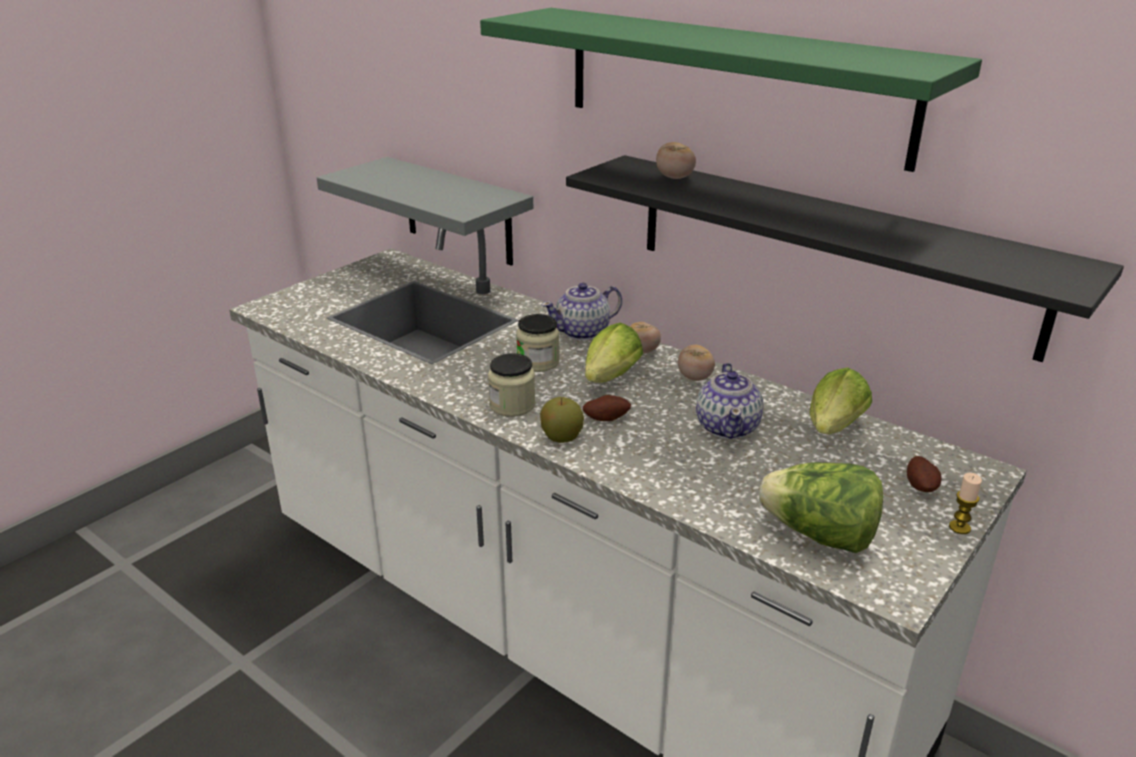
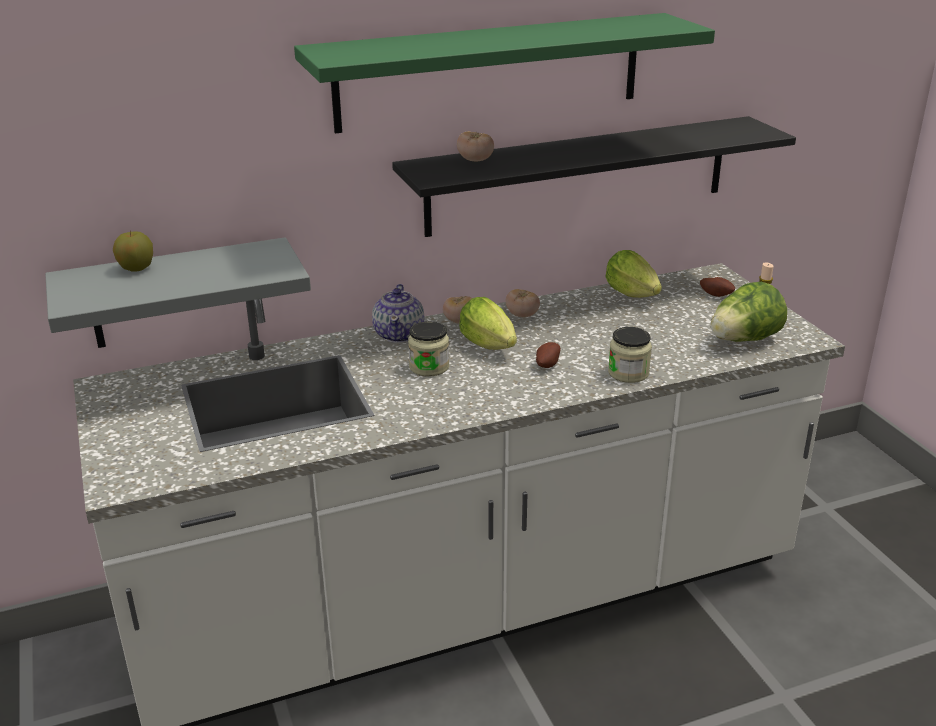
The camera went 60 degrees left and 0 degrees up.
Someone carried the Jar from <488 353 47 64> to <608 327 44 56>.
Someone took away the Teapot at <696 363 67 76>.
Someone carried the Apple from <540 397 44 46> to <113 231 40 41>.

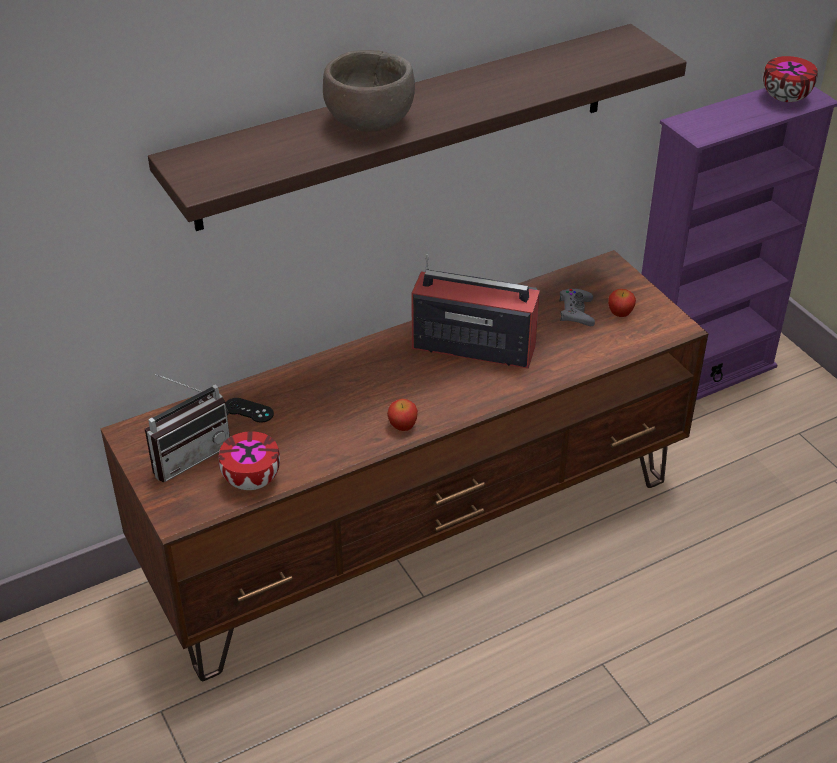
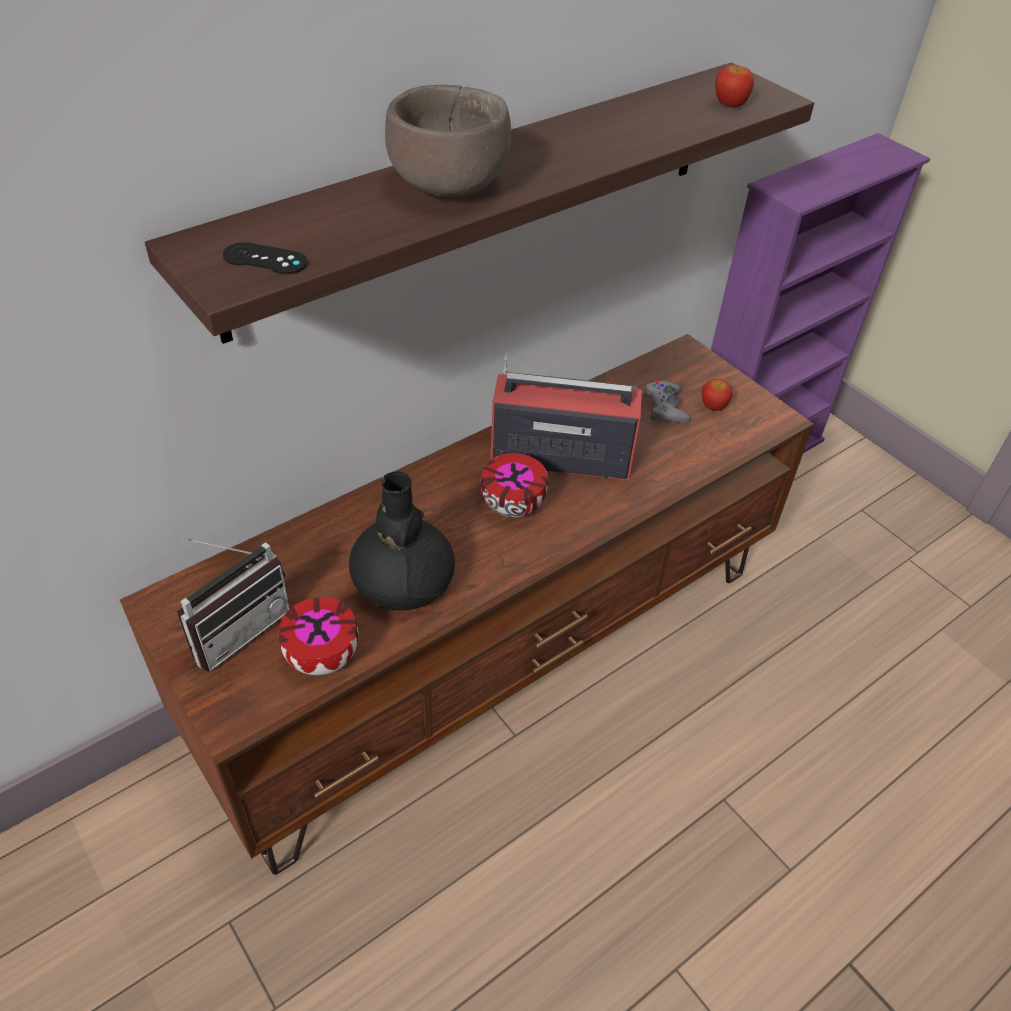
The camera went 10 degrees left and 5 degrees up.
Someone carried the Bowl from <763 56 55 46> to <480 453 68 64>.
Someone carried the BlackGameController from <226 398 48 25> to <223 242 85 32>.
Someone carried the Apple from <387 399 31 32> to <715 65 39 42>.
Someone put down the BlackVase at <349 472 106 139>.

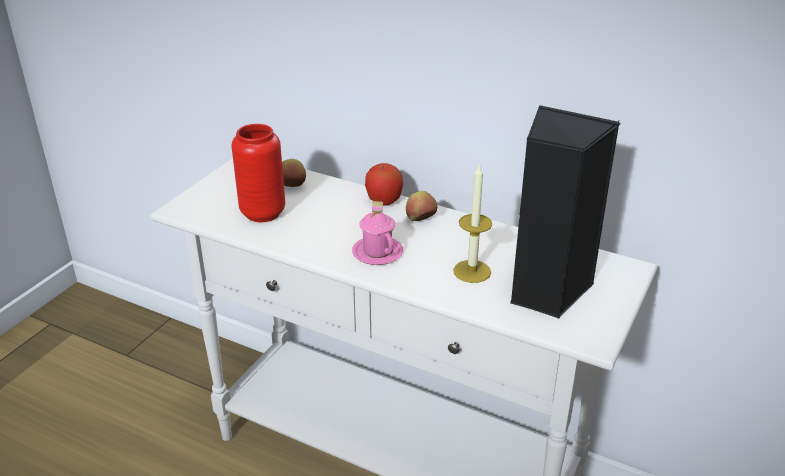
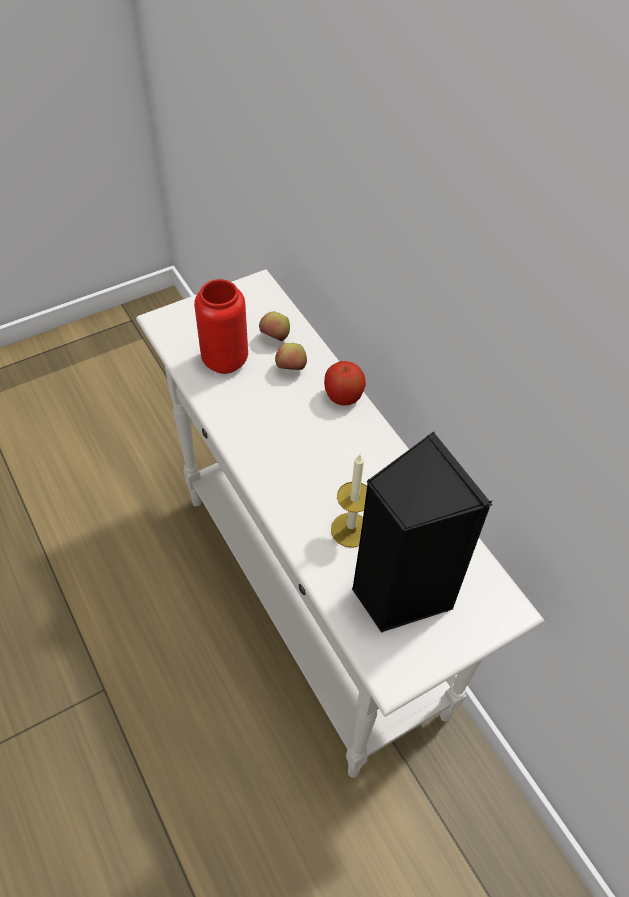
The camera went 30 degrees right and 20 degrees up.
Someone carried the Apple from <406 191 31 30> to <275 343 32 27>.
Someone took away the PinkMug at <352 201 51 64>.

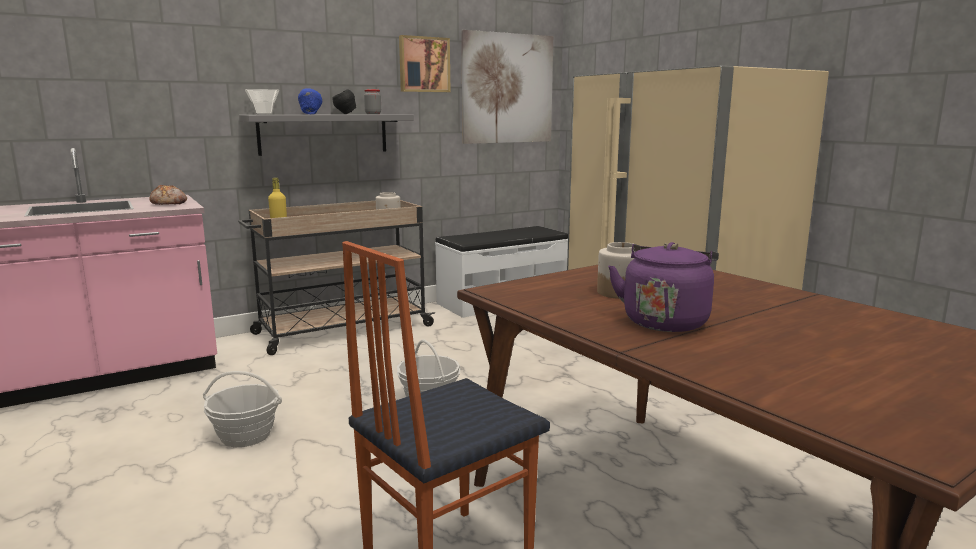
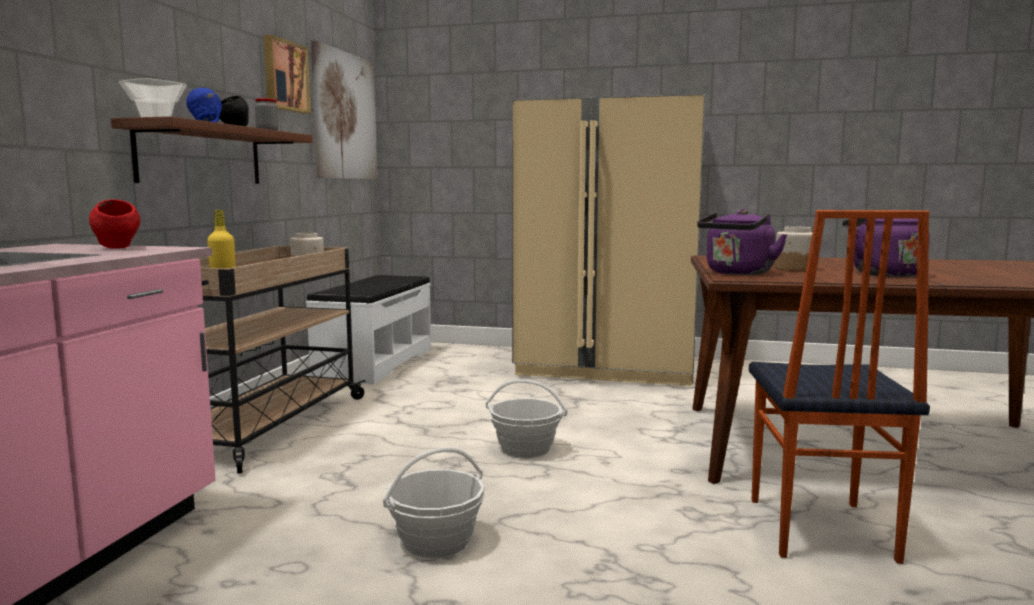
The camera went 45 degrees left and 5 degrees down.
Someone repainted the GreyShelf at <239 114 175 42>, which became the BrownShelf at <111 116 202 68>.
Someone swapped the Bread at <149 185 38 20> for the RedBowl at <89 199 51 50>.
Someone put down the PurpleKettle at <697 209 90 66>.

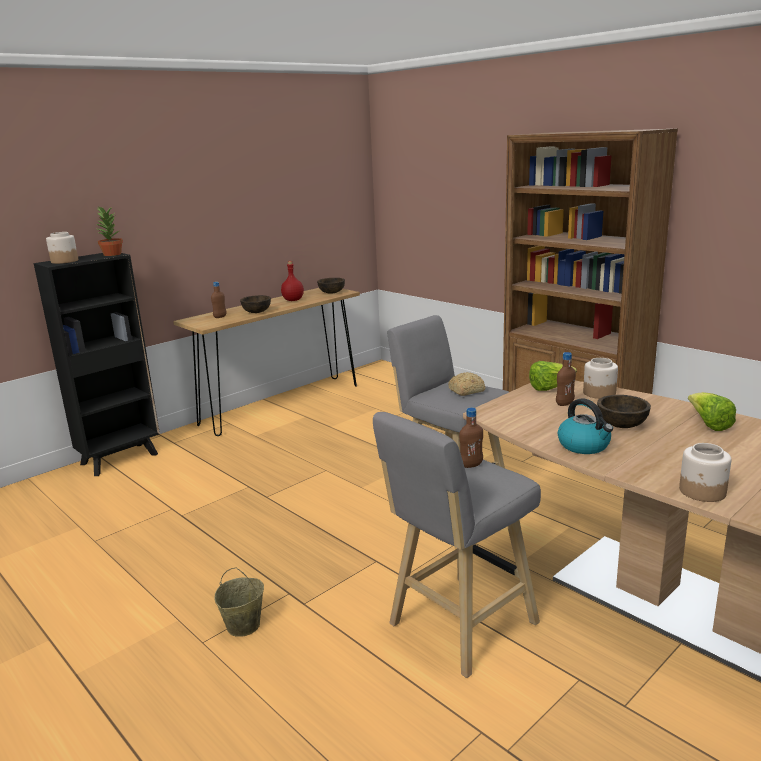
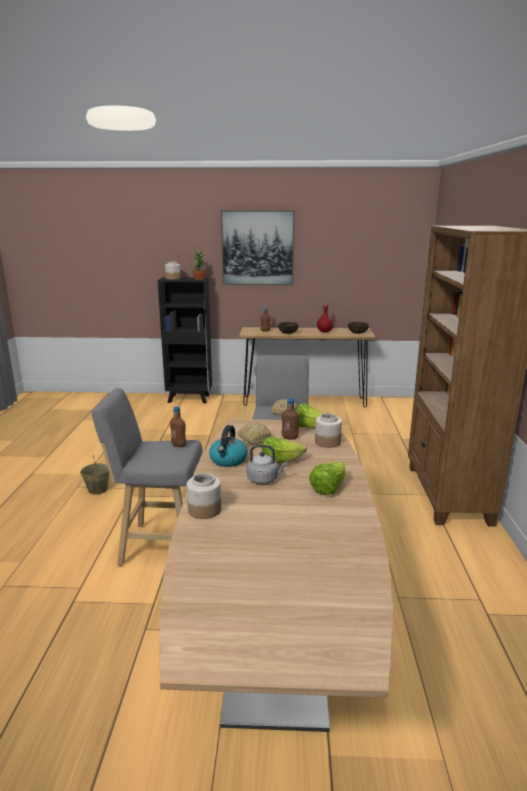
The camera went 45 degrees right and 0 degrees up.
Someone swapped the BrownBowl at <597 395 54 33> for the Lettuce at <262 437 45 27>.
Someone put up the Picture at <221 210 74 75>.
Someone put down the Bread at <238 423 33 21>.
Someone put down the GreyKettle at <247 445 41 39>.

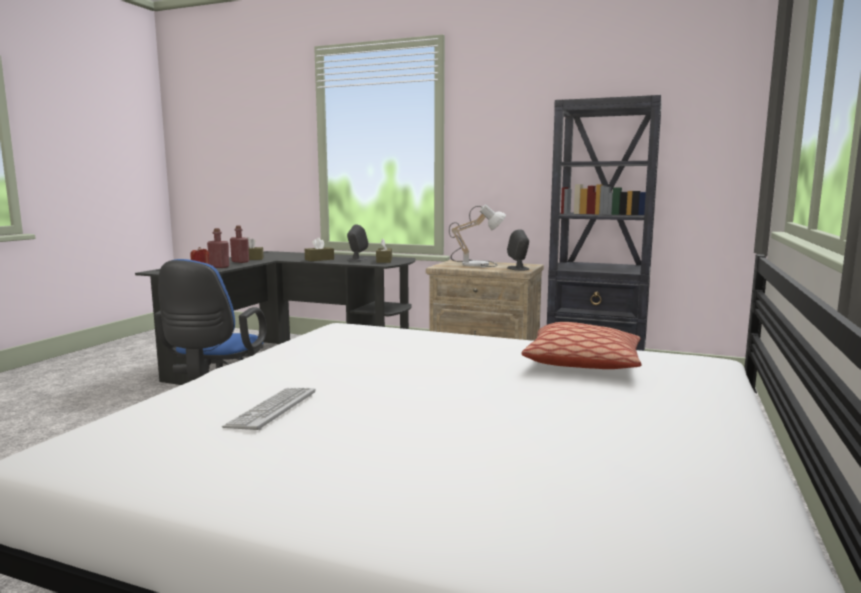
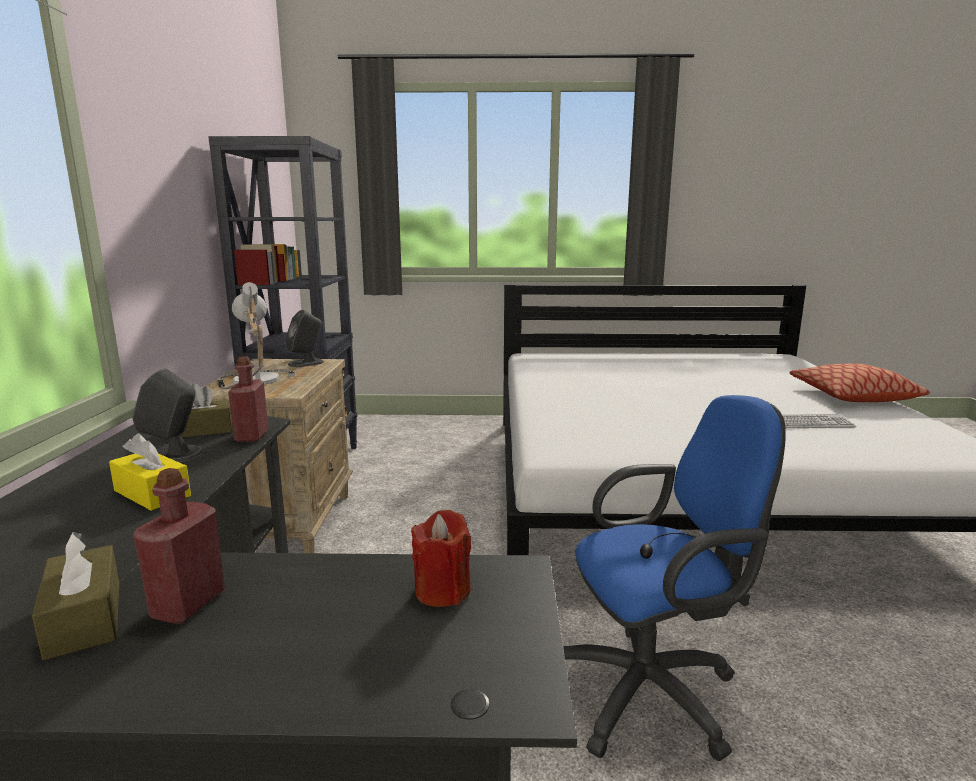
The camera went 110 degrees left and 5 degrees up.
Someone carried the RedBottle from <207 228 22 40> to <228 357 40 85>.
Someone repainted the BrownTissueBox at <305 237 29 24>, which became the YellowTissueBox at <109 433 82 78>.
Someone carried the Pillow from <521 322 120 47> to <789 363 141 39>.

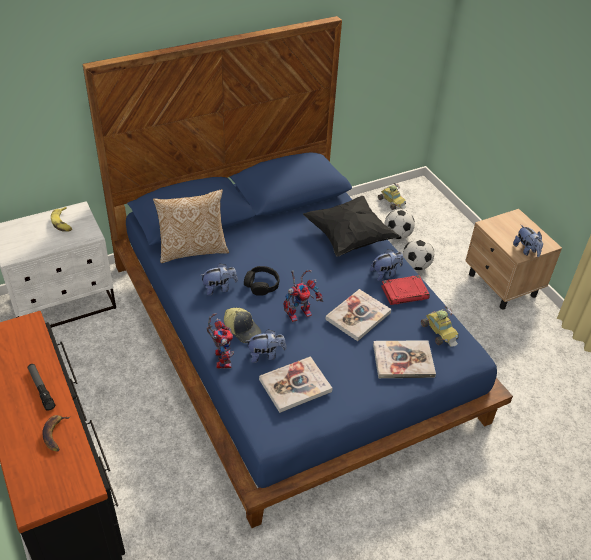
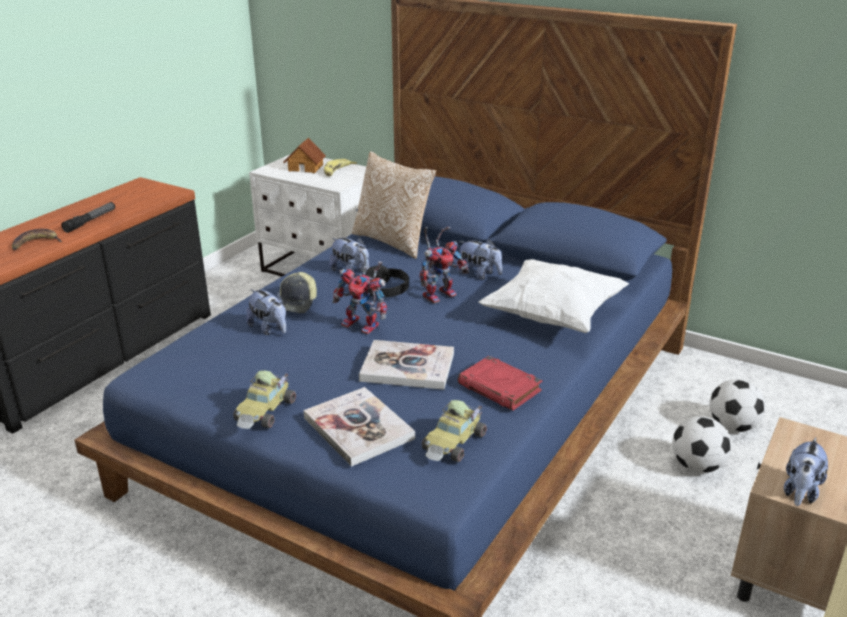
The camera went 60 degrees right and 15 degrees down.
Someone carried the ToyCar from <378 183 28 27> to <233 371 63 58>.
Someone repainted the BlackPillow at <303 196 97 61>, which became the WhitePillow at <478 259 151 74>.
Someone carried the PlushToy from <370 249 33 32> to <458 239 44 41>.
Someone carried the ToyRobot from <207 313 27 56> to <420 227 49 77>.
Someone took away the Book at <259 356 73 57>.
Someone put down the ToyHouse at <284 137 42 36>.

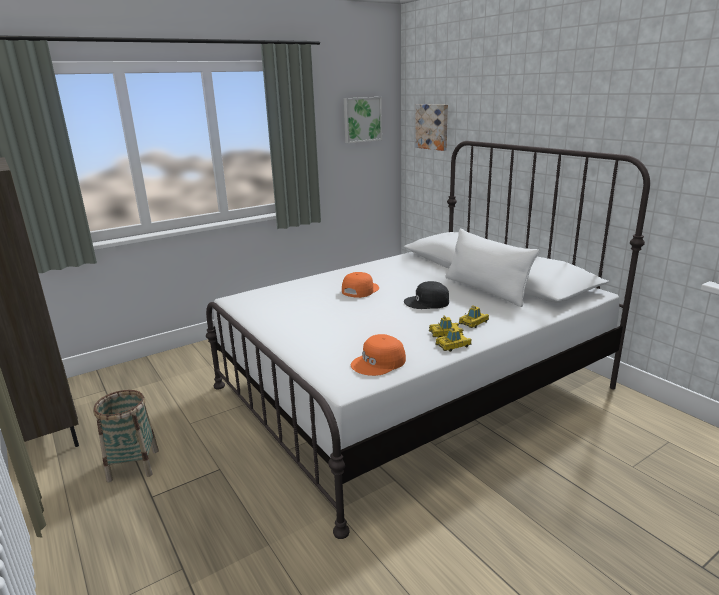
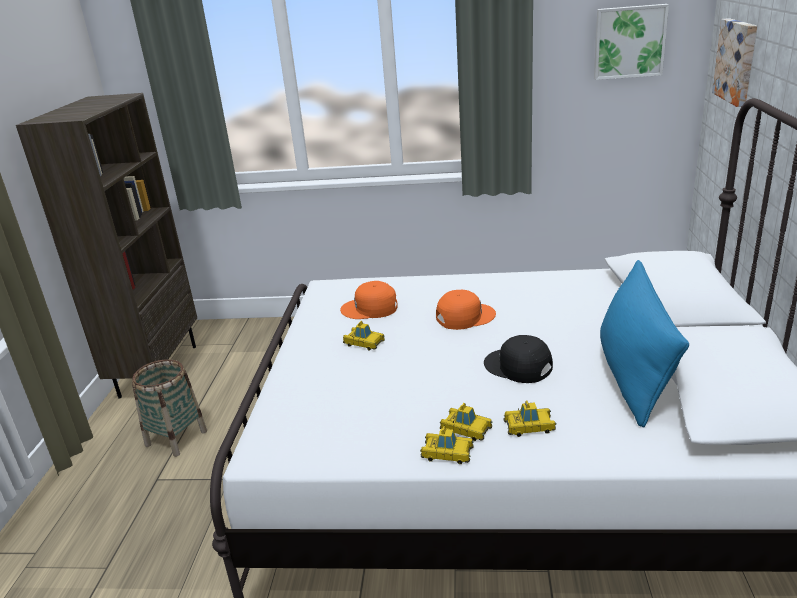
The camera went 40 degrees right and 5 degrees up.
Someone repainted the WhitePillow at <445 228 95 79>, which became the BluePillow at <600 260 89 167>.
Someone carried the OrangeCap from <351 334 55 42> to <340 281 58 38>.
Someone put down the ToyCar at <343 321 42 30>.

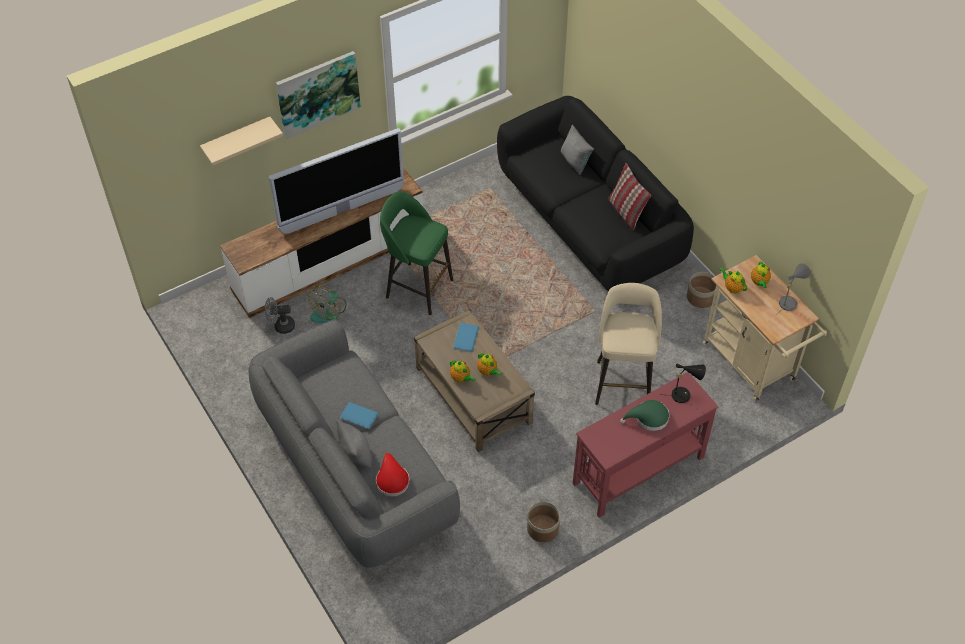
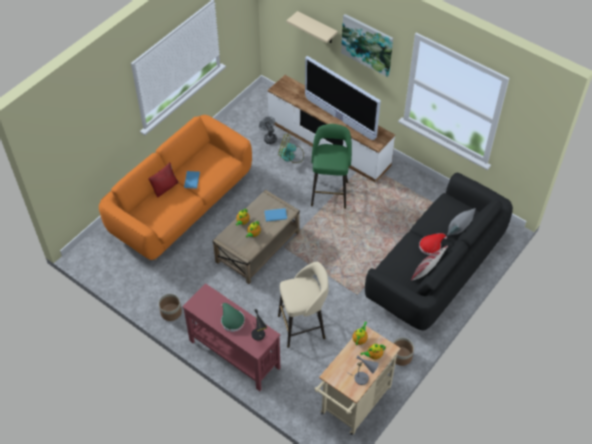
The camera went 70 degrees right and 0 degrees up.
Someone repainted the GreySofa at <248 320 212 248>, which became the OrangeSofa at <99 115 153 145>.
Someone repainted the GreyPillow at <336 420 36 48>, which became the RedPillow at <148 162 31 36>.
Someone carried the RedHat from <376 453 34 44> to <419 233 28 22>.

